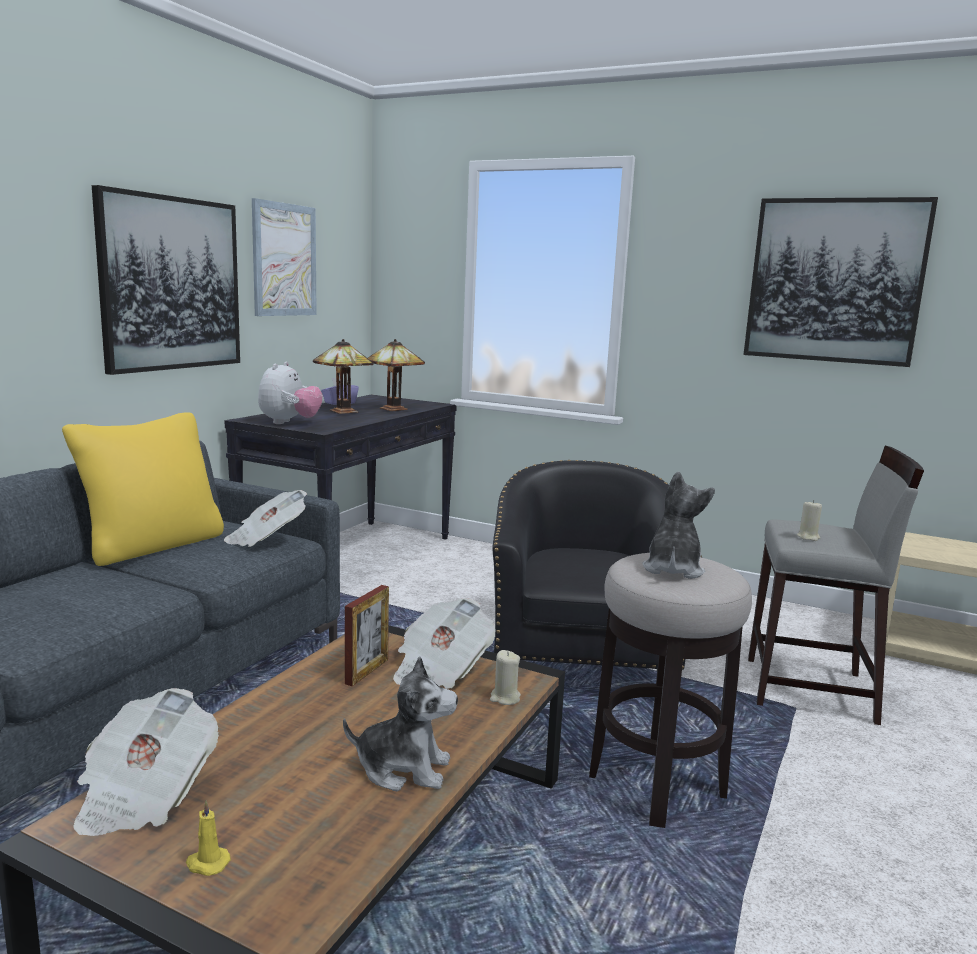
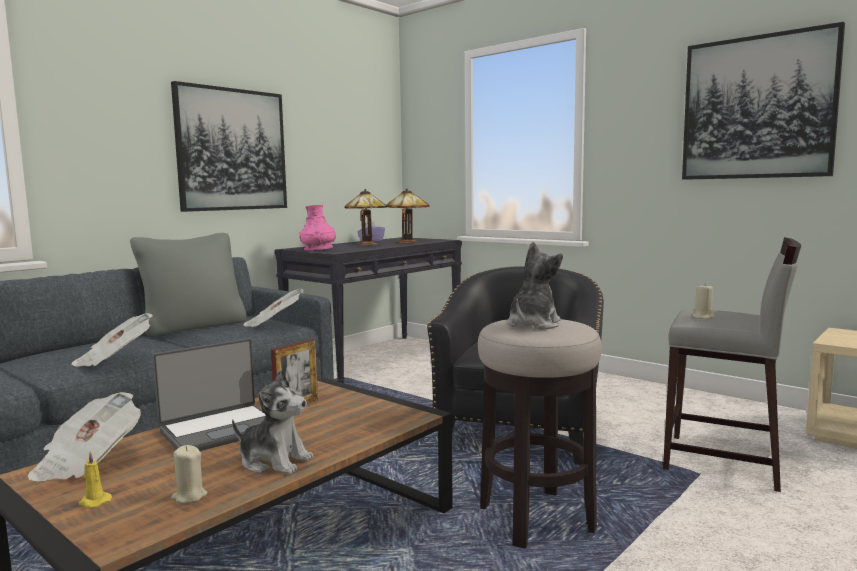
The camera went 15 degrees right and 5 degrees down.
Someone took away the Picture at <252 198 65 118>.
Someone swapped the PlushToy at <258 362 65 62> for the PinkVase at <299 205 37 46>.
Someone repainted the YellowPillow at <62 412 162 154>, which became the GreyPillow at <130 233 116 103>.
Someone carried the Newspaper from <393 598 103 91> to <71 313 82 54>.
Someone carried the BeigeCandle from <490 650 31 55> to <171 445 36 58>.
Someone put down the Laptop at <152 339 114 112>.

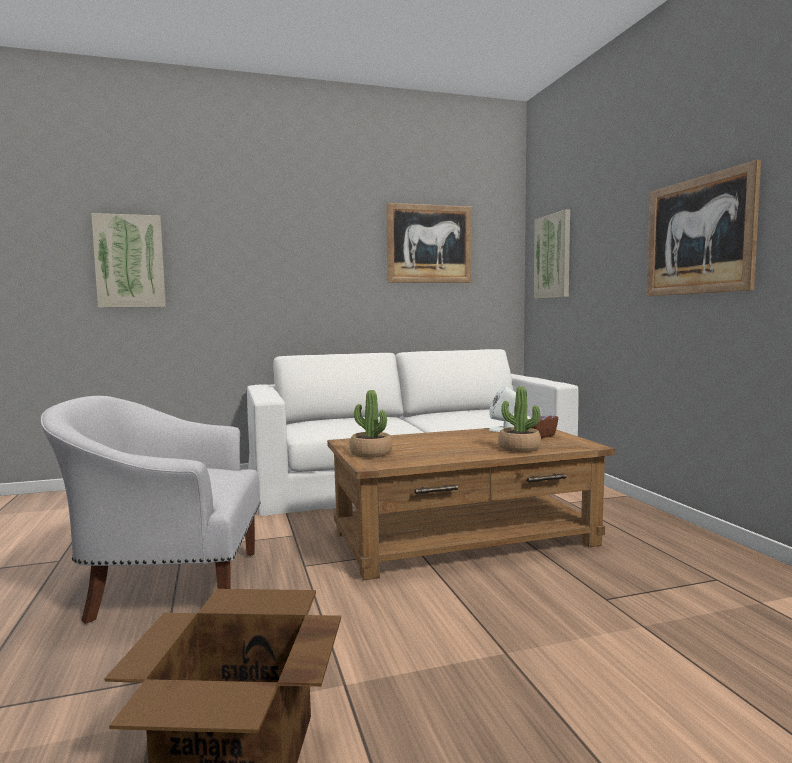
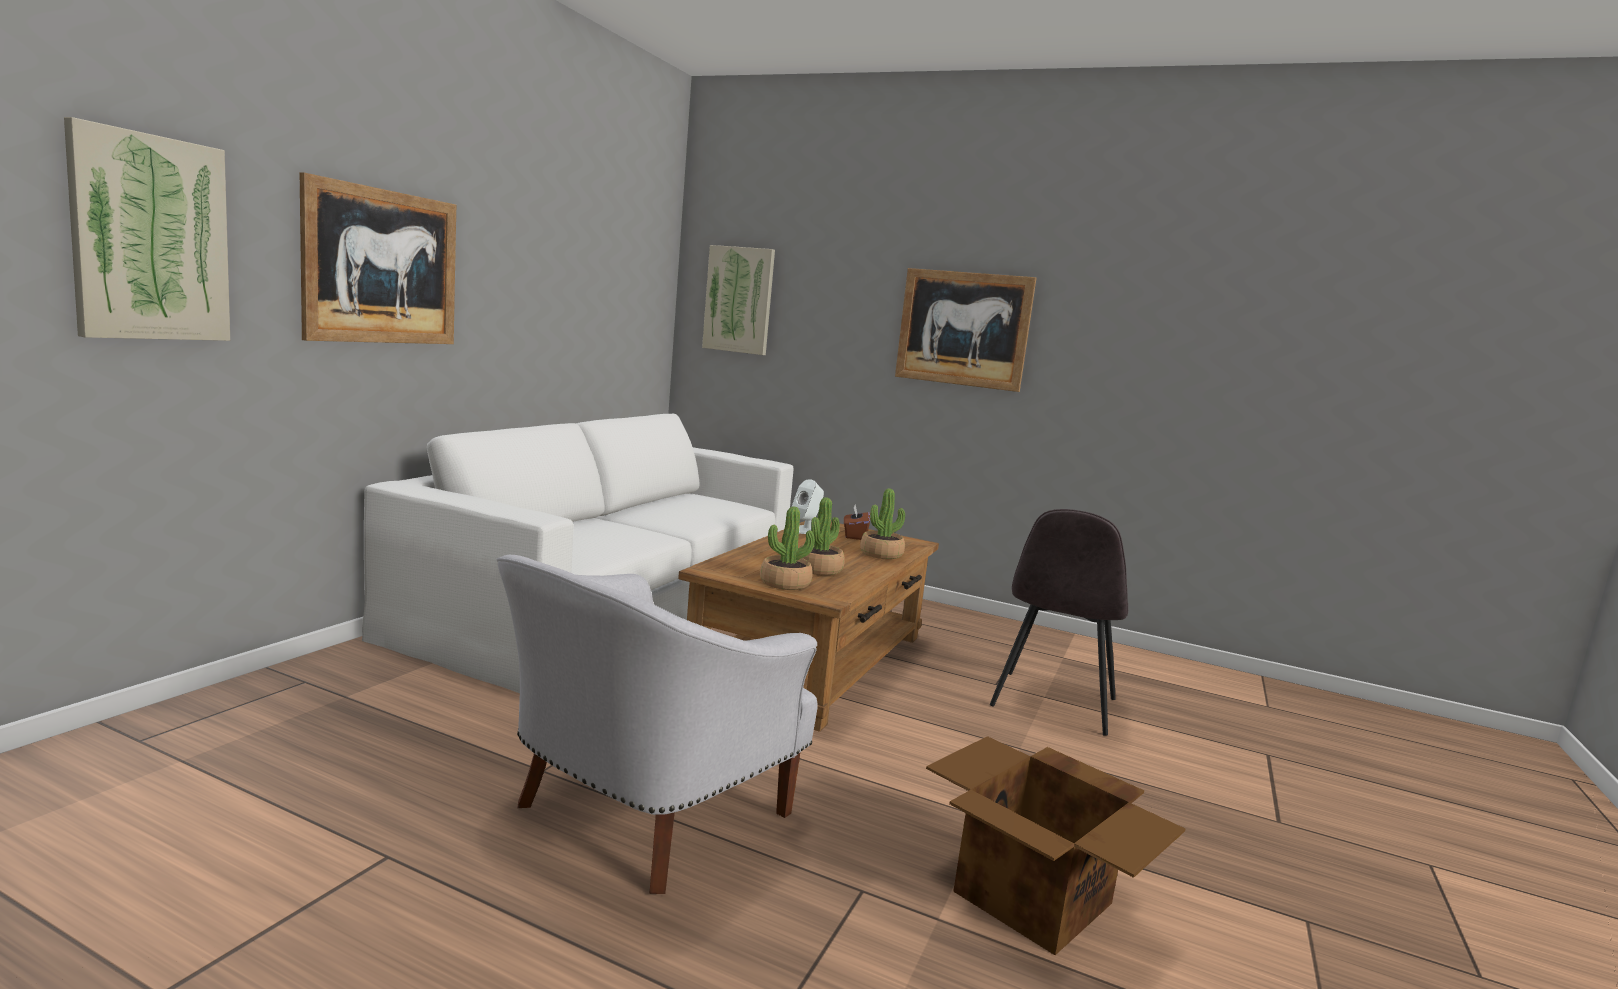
The camera went 50 degrees left and 5 degrees up.
Someone carried the Picture from <386 203 86 80> to <300 172 156 172>.
Someone put down the PottedPlant at <799 497 46 78>.
Someone put down the GreyChair at <990 509 138 227>.

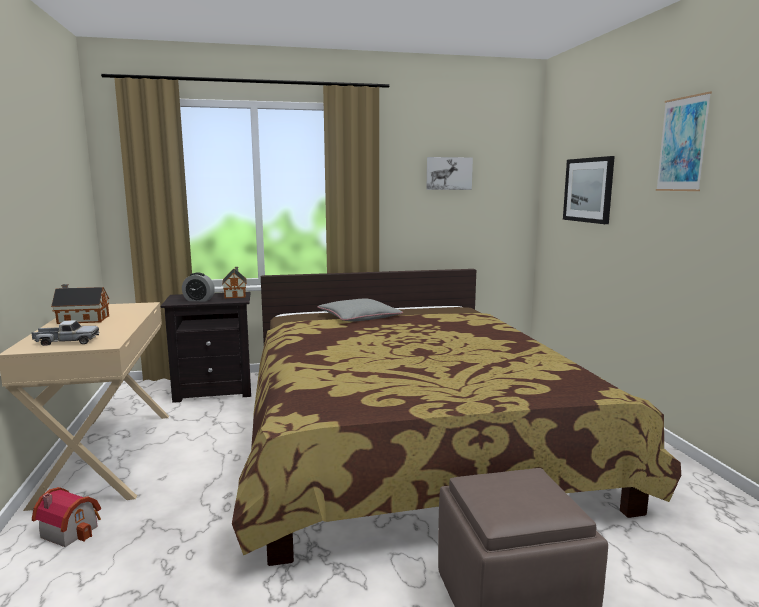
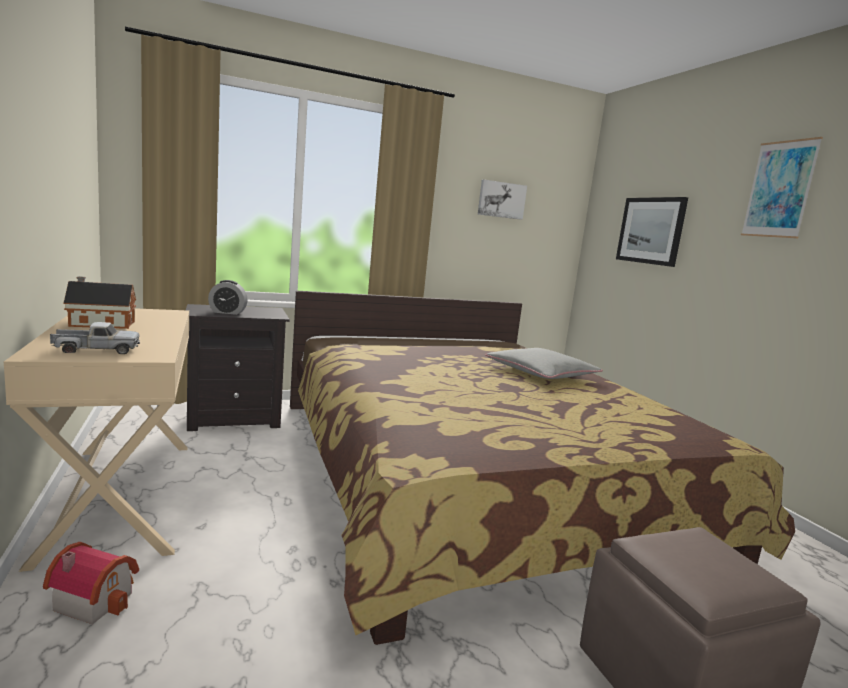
The camera went 10 degrees left and 0 degrees up.
Someone took away the ToyHouse at <222 267 25 31>.
Someone carried the GreyPillow from <317 299 86 22> to <485 348 118 31>.

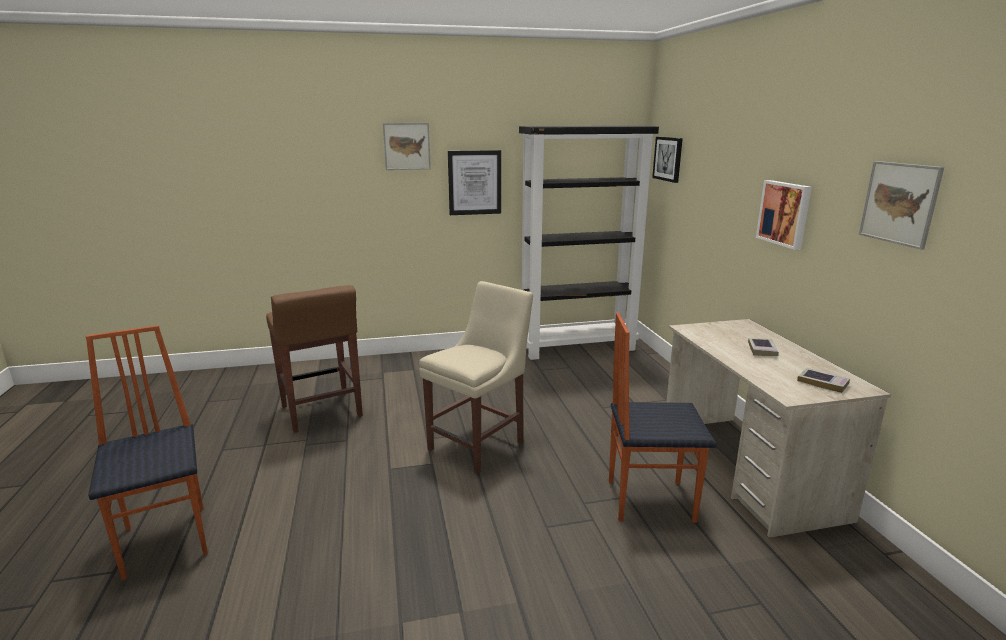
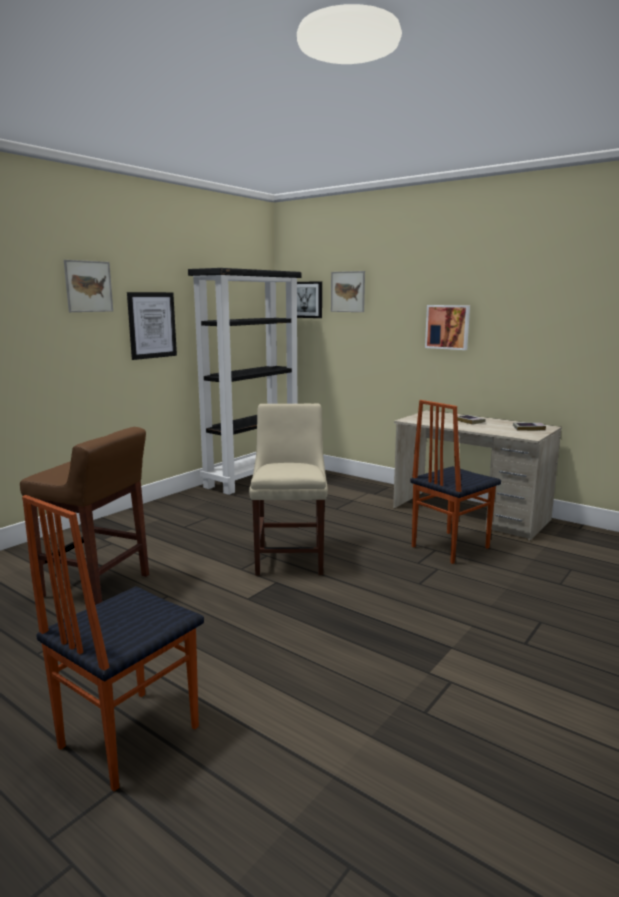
The camera went 40 degrees left and 5 degrees down.
Someone carried the Picture from <859 161 85 89> to <331 271 34 41>.
Someone rotated the Chair at <86 325 122 255> by 75 degrees counterclockwise.

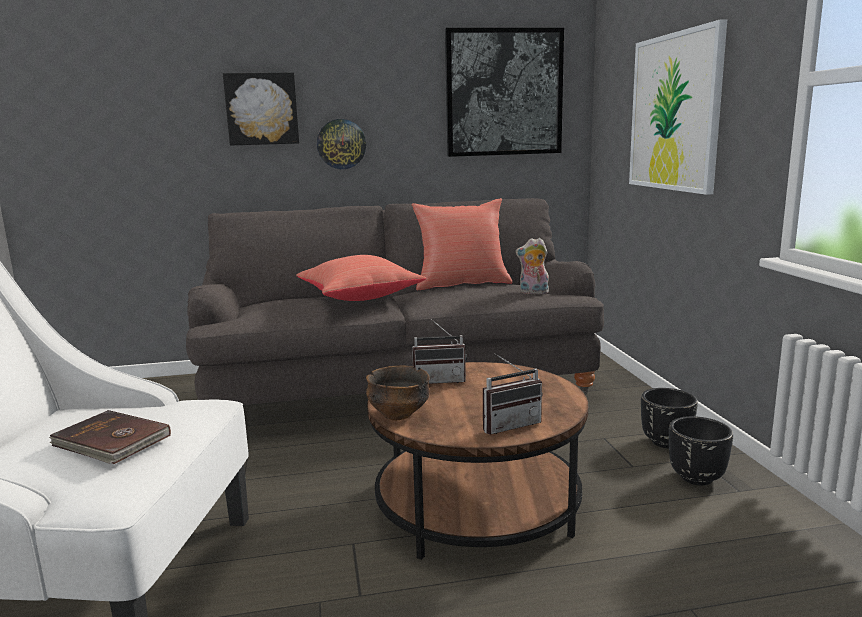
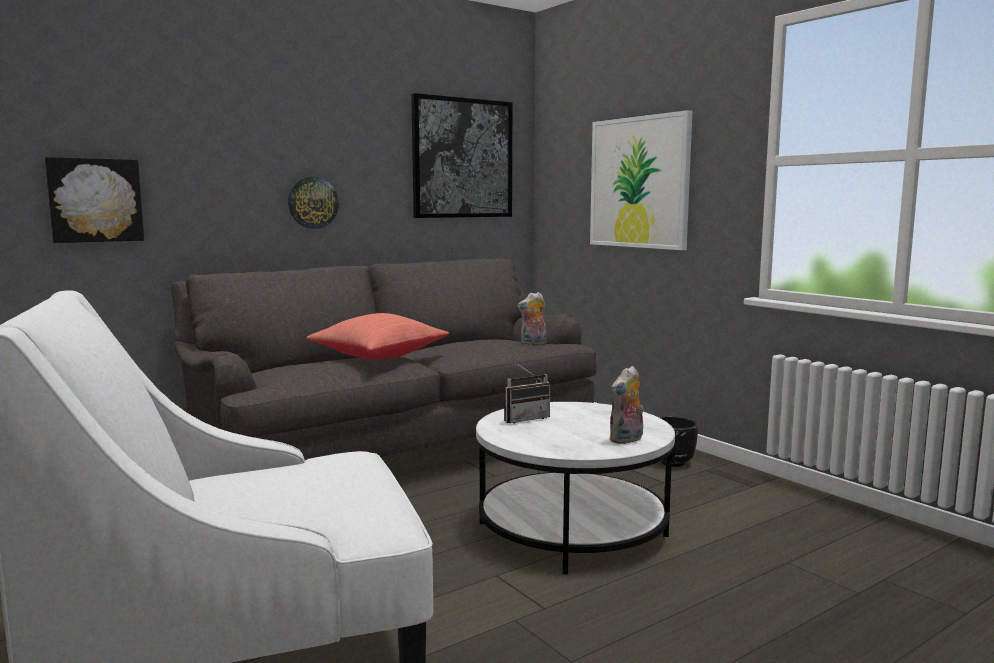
The camera went 25 degrees left and 5 degrees down.
Someone carried the Picture from <223 72 76 74> to <45 157 99 86>.
Someone took away the RedPillow at <411 198 102 92>.
Someone swapped the Radio at <483 353 60 82> for the PlushToy at <610 366 34 78>.
Someone repainted the BrownCoffeeTable at <367 362 221 198>, which became the WhiteCoffeeTable at <476 402 199 172>.
Someone took away the Bowl at <366 365 64 56>.
Someone took away the BrownBook at <49 410 122 54>.
Someone took away the BlackPlanter at <669 416 64 69>.

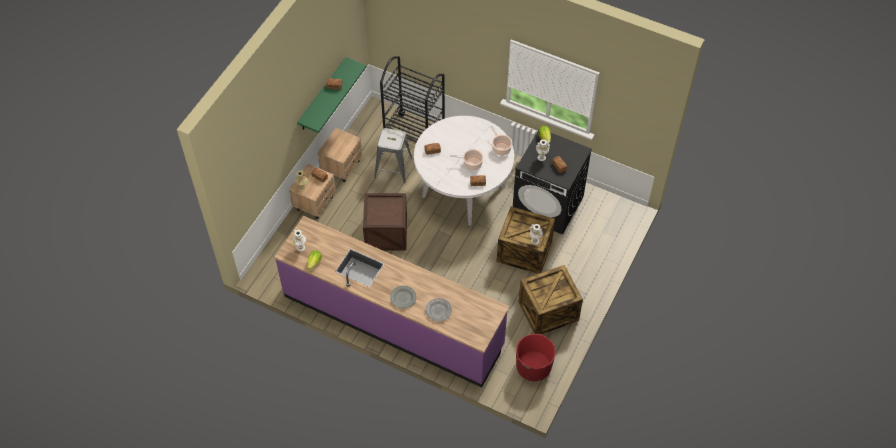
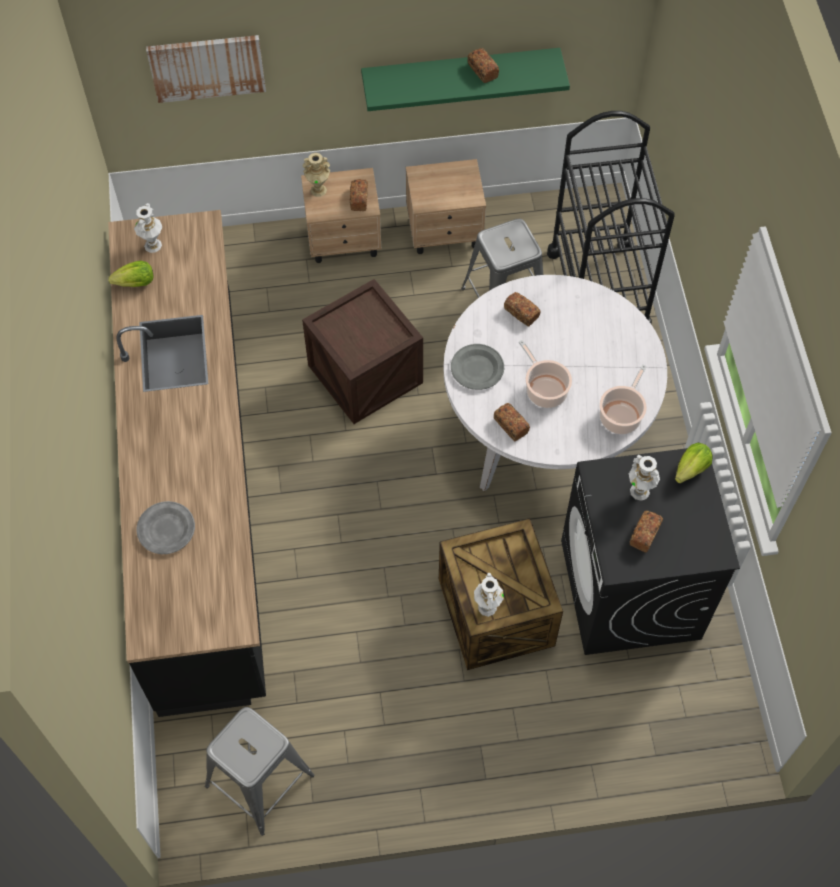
The camera went 55 degrees right and 5 degrees up.
Someone repainted the PurpleCounter at <274 216 236 171>, which became the BlackCounter at <108 210 158 507>.
Someone took away the Crate at <519 265 64 69>.
Someone carried the GreyPlate from <390 286 27 23> to <451 344 53 46>.
Someone swapped the RedPlanter at <516 334 40 47> for the GreyStool at <205 707 109 129>.
Someone put up the Picture at <146 35 120 68>.

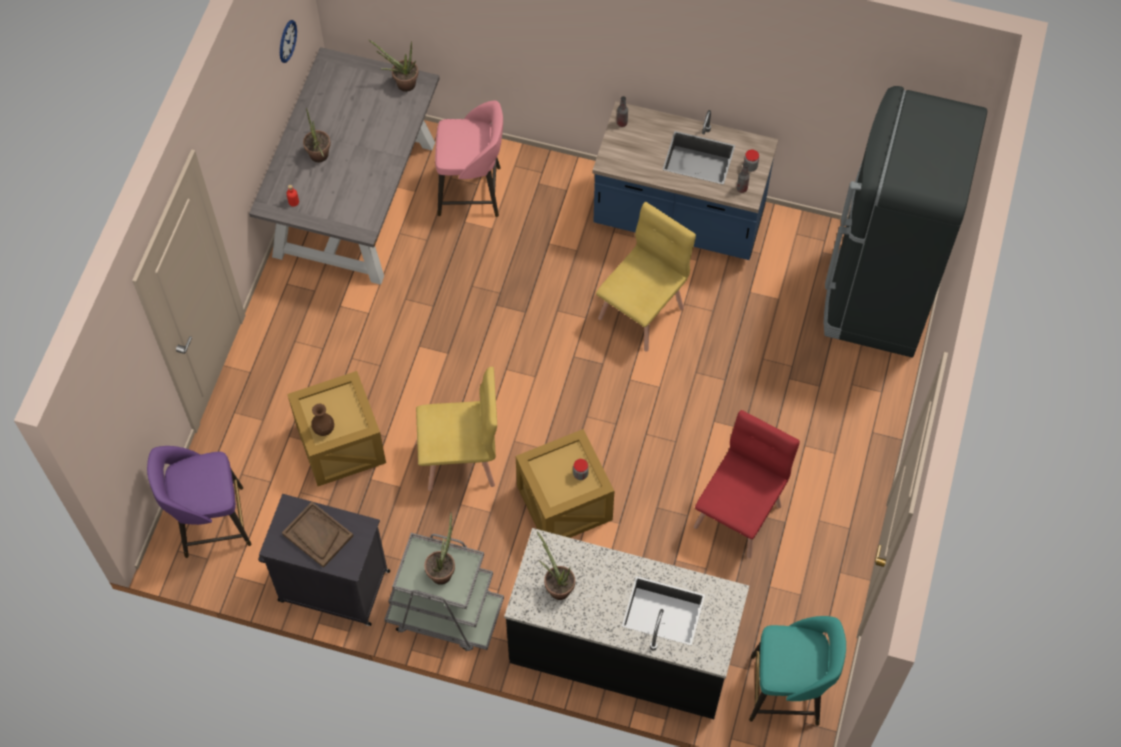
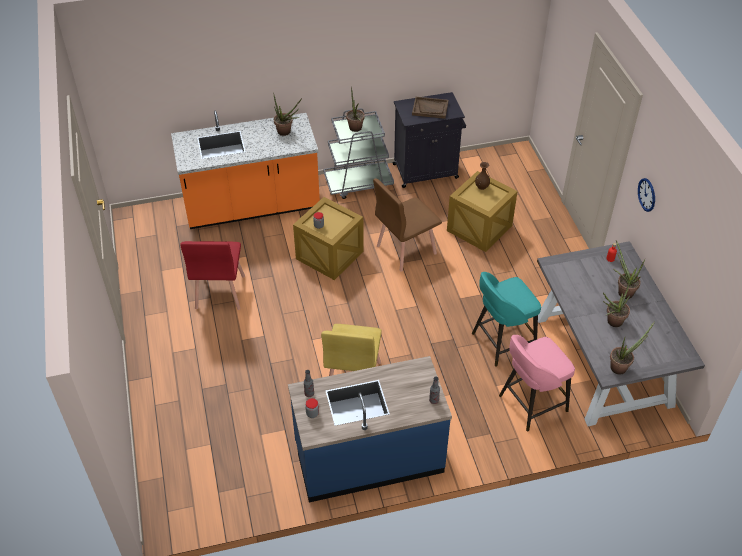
The camera went 150 degrees right and 15 degrees down.
Someone carried the WallClock from <280 20 17 43> to <638 178 17 34>.
Someone took away the BlackFridge at <824 86 163 272>.
Someone repainted the YellowChair at <416 367 81 124>, which became the BrownChair at <373 178 69 94>.
Someone took away the PurpleStool at <147 446 105 112>.
Someone repainted the BlackCounter at <504 528 245 191>, which became the OrangeCounter at <171 110 149 119>.
Someone carried the TurquoiseStool from <749 616 97 110> to <472 272 69 95>.
Someone put down the PottedPlant at <603 279 28 48>.

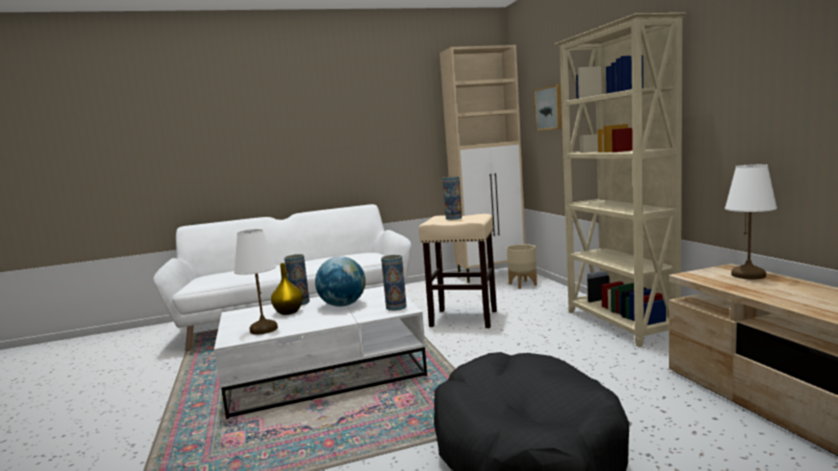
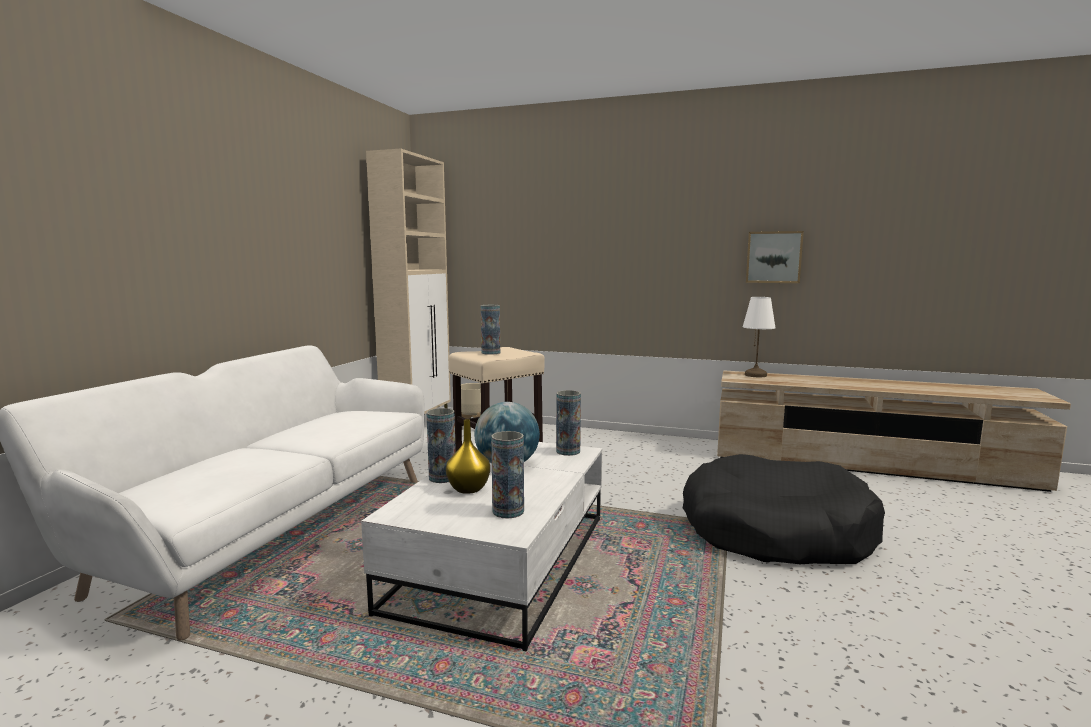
The camera went 55 degrees left and 0 degrees up.
Someone took away the BeigeBookcase at <554 13 132 334>.
Someone carried the Picture from <534 84 28 47> to <746 231 58 52>.
Someone swapped the WhiteTableLamp at <234 229 44 106> for the Vase at <491 431 33 88>.

